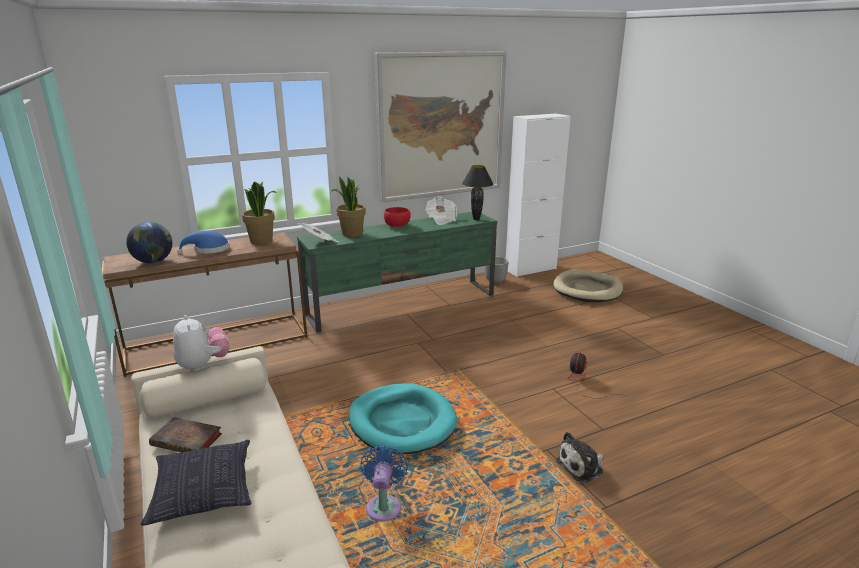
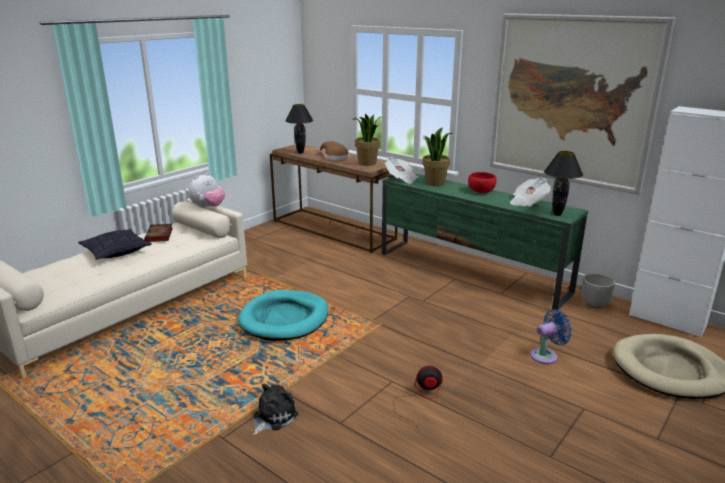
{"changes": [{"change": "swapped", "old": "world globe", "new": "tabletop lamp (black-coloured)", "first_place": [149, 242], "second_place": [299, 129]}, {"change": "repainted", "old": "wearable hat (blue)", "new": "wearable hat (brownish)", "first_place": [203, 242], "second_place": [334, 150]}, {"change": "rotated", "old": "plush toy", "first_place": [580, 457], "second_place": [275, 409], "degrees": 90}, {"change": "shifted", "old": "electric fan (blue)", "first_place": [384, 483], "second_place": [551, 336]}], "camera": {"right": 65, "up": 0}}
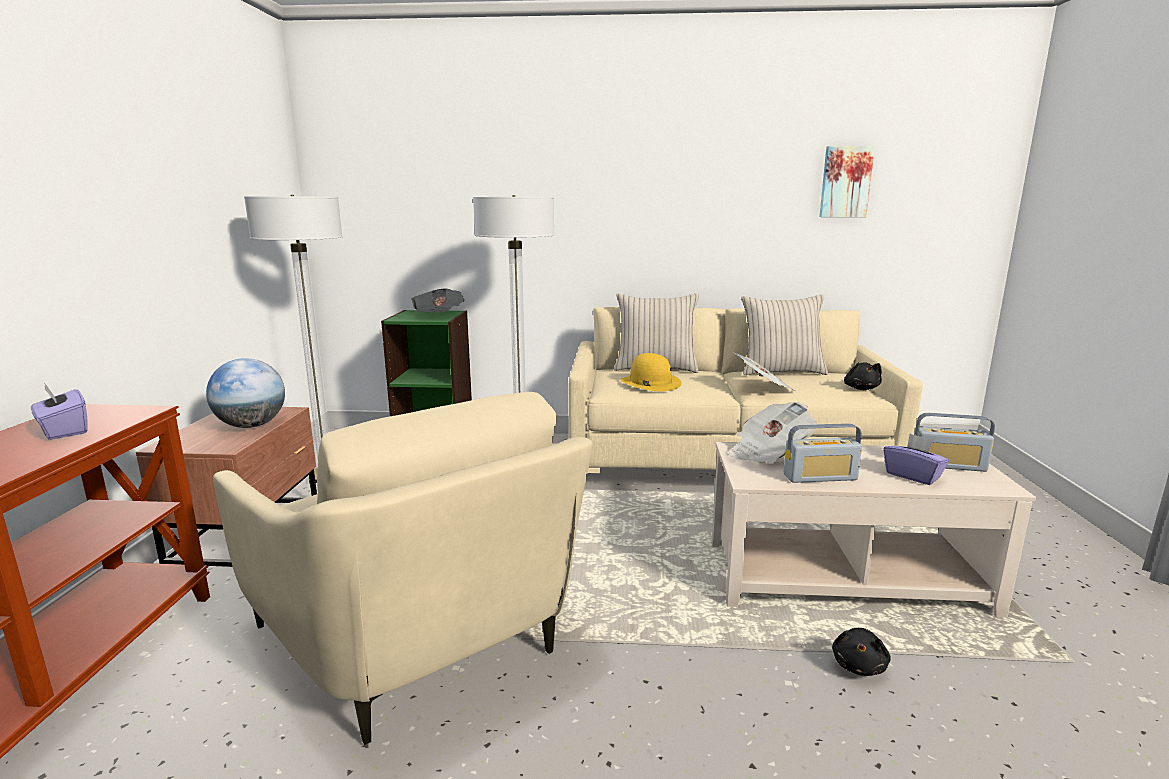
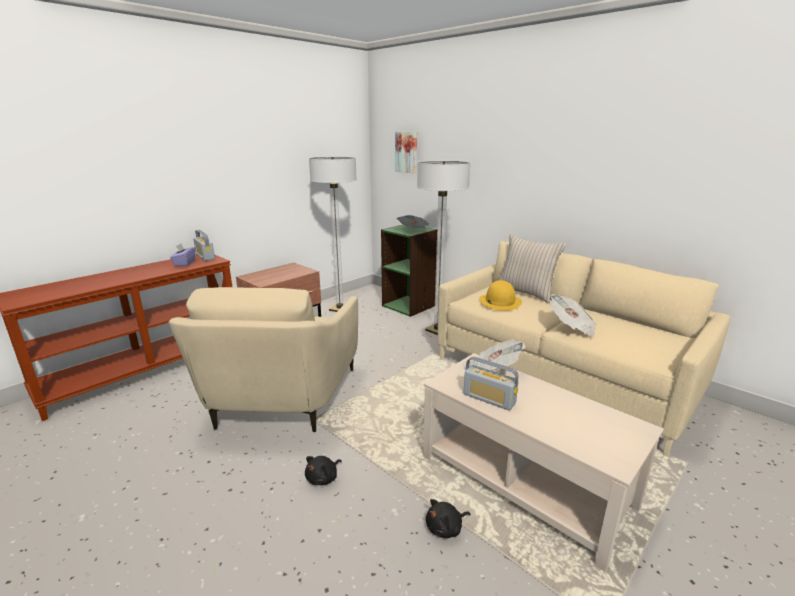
{"changes": [{"change": "shifted", "old": "picture", "first_place": [847, 181], "second_place": [406, 152]}, {"change": "gone", "old": "throw pillow (beige-coloured)", "first_place": [784, 334]}, {"change": "gone", "old": "world globe", "first_place": [245, 393]}, {"change": "shifted", "old": "plush toy (black-coloured)", "first_place": [863, 376], "second_place": [323, 470]}, {"change": "shifted", "old": "radio set", "first_place": [954, 442], "second_place": [204, 245]}, {"change": "gone", "old": "tissue box (purple-coloured)", "first_place": [916, 459]}], "camera": {"right": 40, "up": 5}}
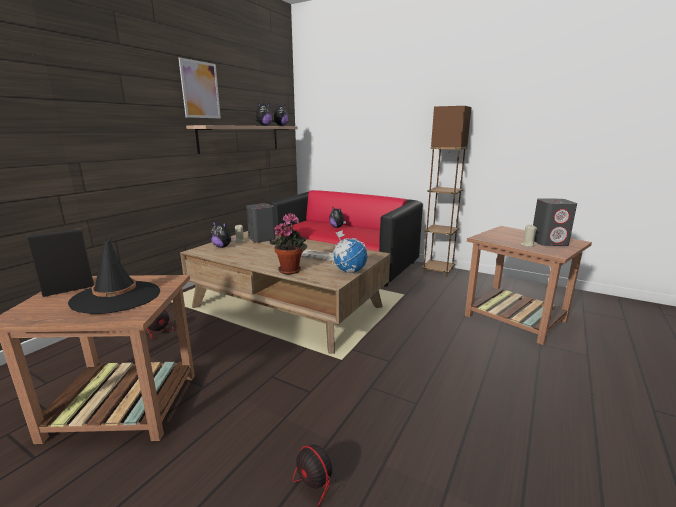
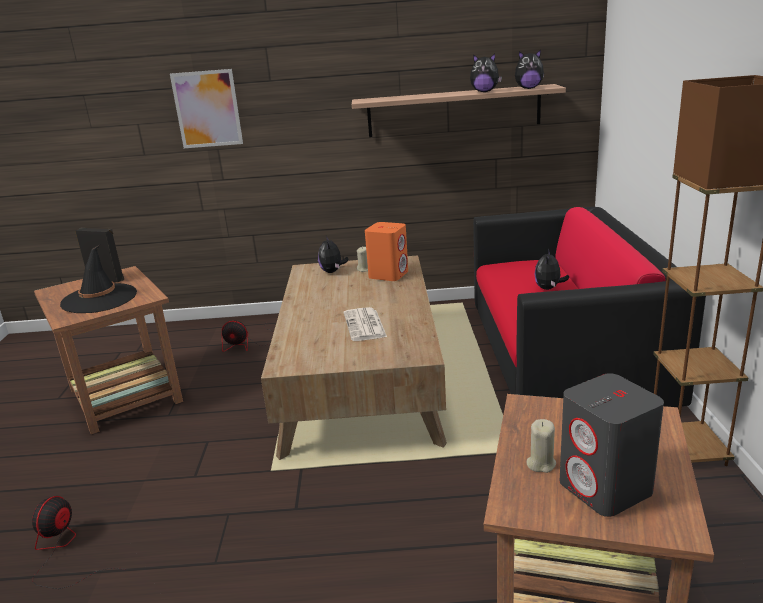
{"changes": [{"change": "shifted", "old": "picture", "first_place": [200, 87], "second_place": [206, 108]}, {"change": "repainted", "old": "speaker (greyish)", "new": "speaker (orange-coloured)", "first_place": [261, 223], "second_place": [386, 251]}, {"change": "gone", "old": "plant in a pot", "first_place": [288, 243]}, {"change": "gone", "old": "world globe", "first_place": [349, 251]}], "camera": {"right": 60, "up": 5}}
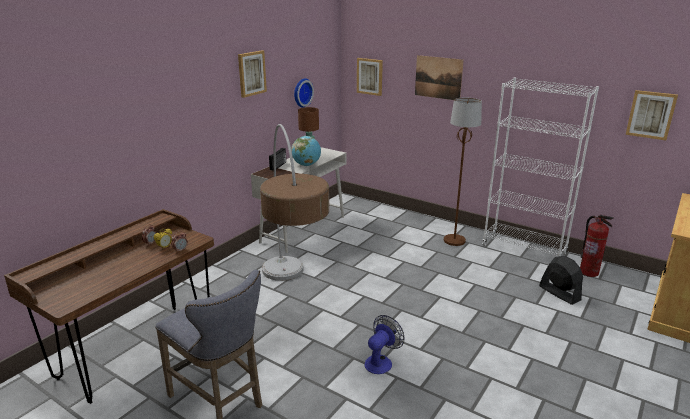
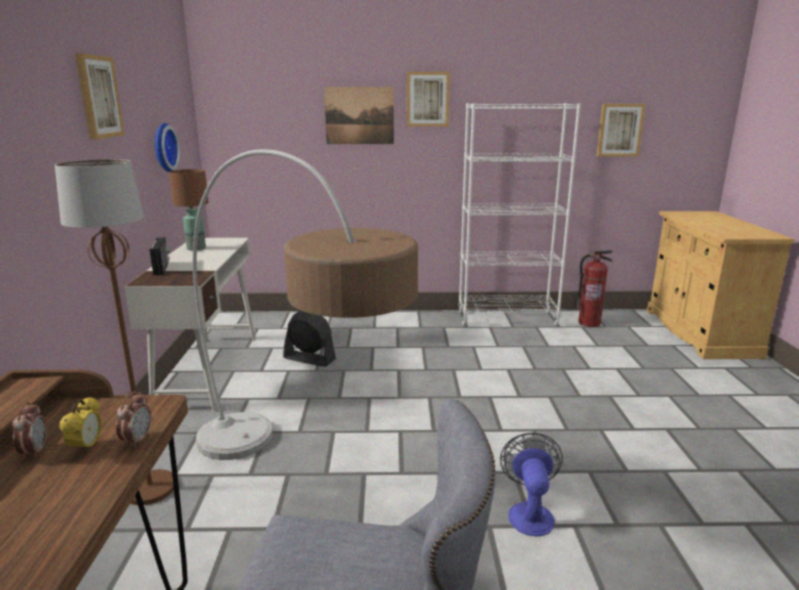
{"changes": [{"change": "shifted", "old": "picture", "first_place": [370, 77], "second_place": [428, 99]}, {"change": "shifted", "old": "floor lamp (brownish)", "first_place": [463, 172], "second_place": [114, 332]}, {"change": "gone", "old": "world globe", "first_place": [306, 151]}, {"change": "shifted", "old": "electric fan (black-coloured)", "first_place": [561, 280], "second_place": [309, 338]}], "camera": {"right": -35, "up": -5}}
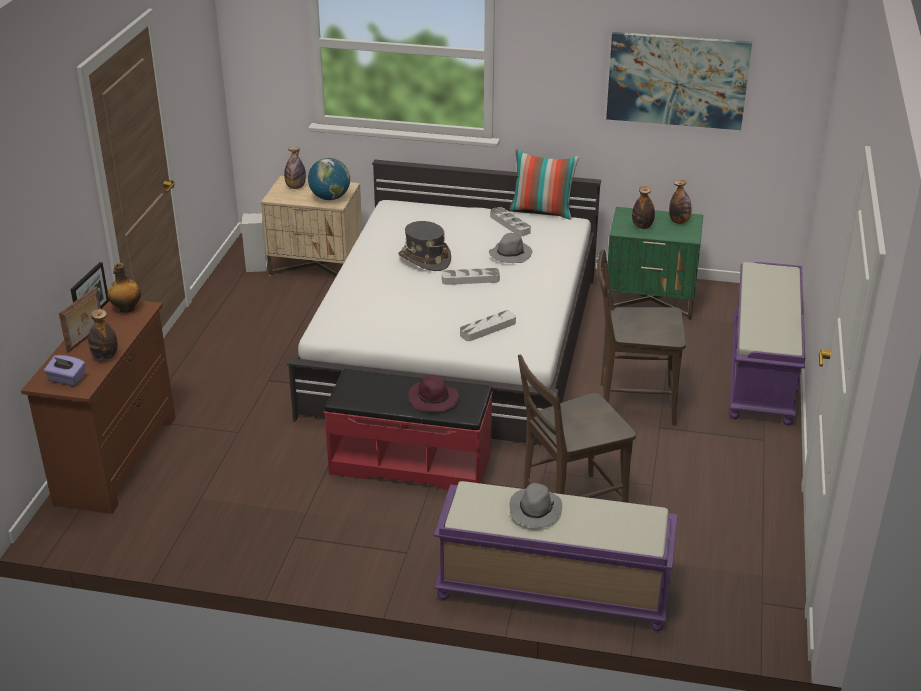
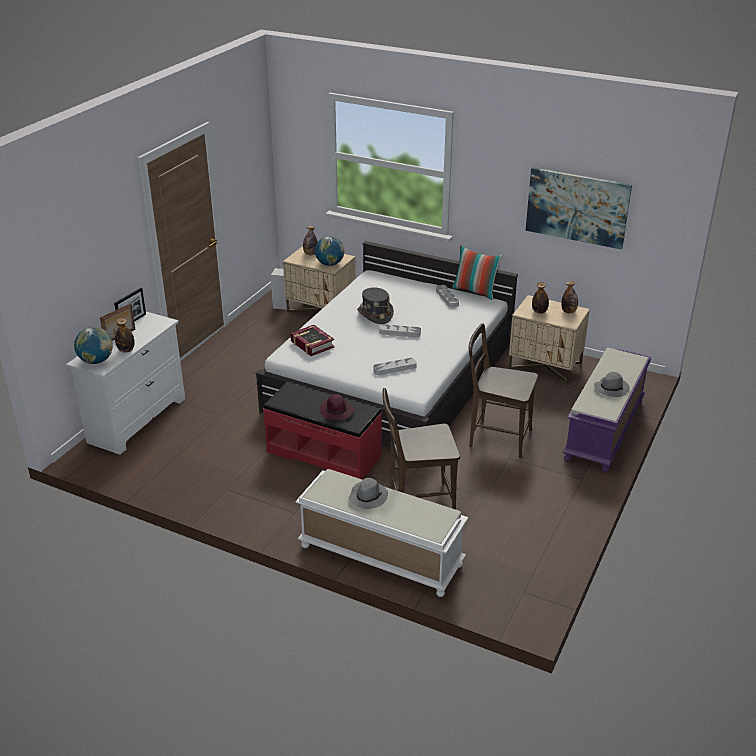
{"changes": [{"change": "repainted", "old": "night table (greenish)", "new": "night table (beige-coloured)", "first_place": [655, 263], "second_place": [549, 340]}, {"change": "shifted", "old": "wearable hat (greyish)", "first_place": [510, 248], "second_place": [612, 384]}, {"change": "gone", "old": "drink bottle", "first_place": [124, 287]}, {"change": "repainted", "old": "drawer chest (brownish)", "new": "drawer chest (whitish)", "first_place": [98, 407], "second_place": [125, 383]}, {"change": "swapped", "old": "tissue box (purple-coloured)", "new": "world globe", "first_place": [64, 370], "second_place": [93, 345]}, {"change": "repainted", "old": "bench (purple-coloured)", "new": "bench (whitish)", "first_place": [555, 556], "second_place": [382, 533]}, {"change": "new", "new": "volume", "second_place": [312, 340]}], "camera": {"right": 15, "up": 0}}
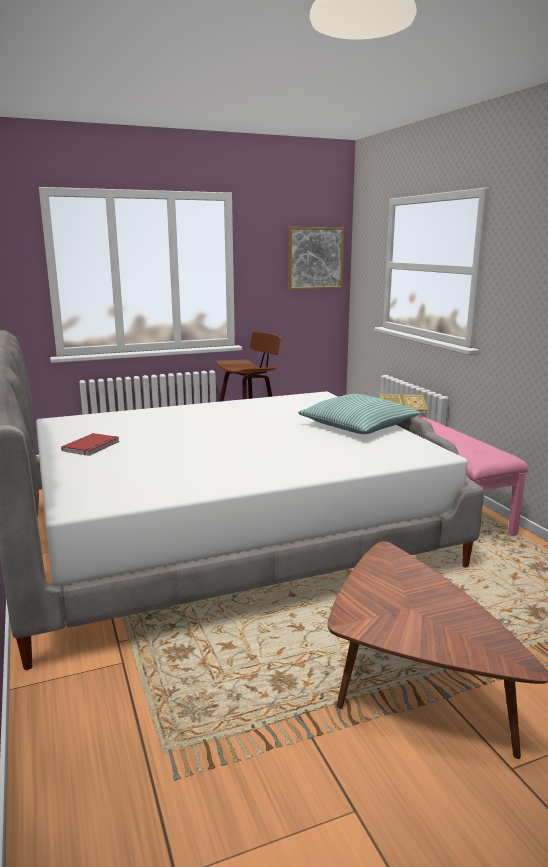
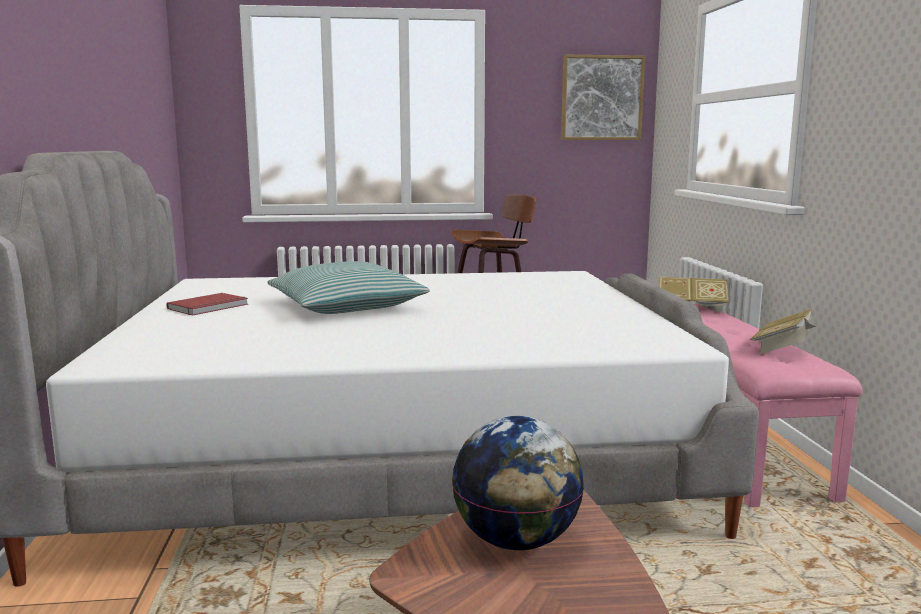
{"changes": [{"change": "shifted", "old": "throw pillow", "first_place": [359, 414], "second_place": [348, 287]}, {"change": "new", "new": "volume", "second_place": [783, 331]}, {"change": "new", "new": "world globe", "second_place": [518, 483]}], "camera": {"right": 15, "up": -5}}
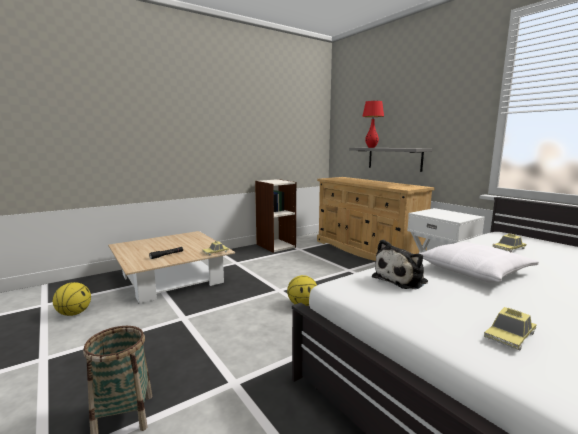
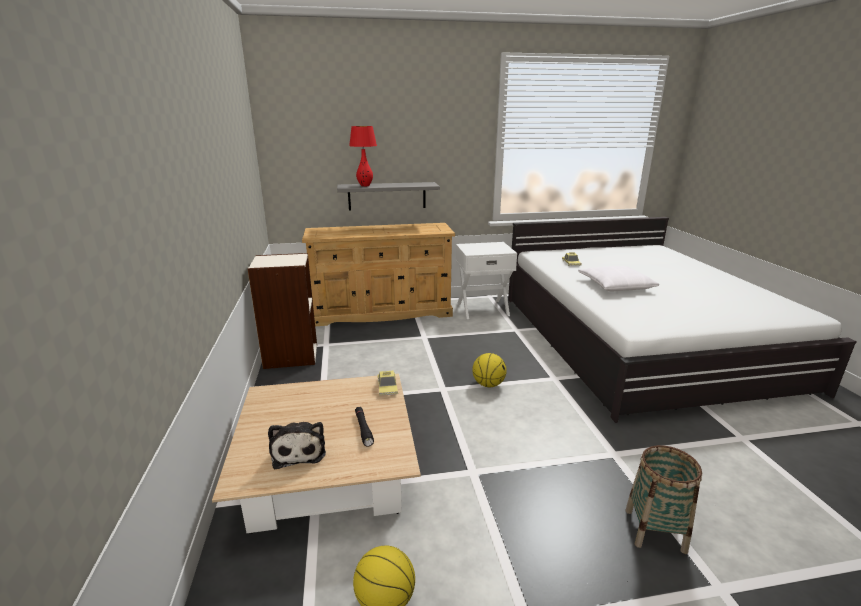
{"changes": [{"change": "shifted", "old": "plush toy", "first_place": [400, 264], "second_place": [297, 445]}, {"change": "gone", "old": "miniature car", "first_place": [510, 329]}], "camera": {"right": -65, "up": 10}}
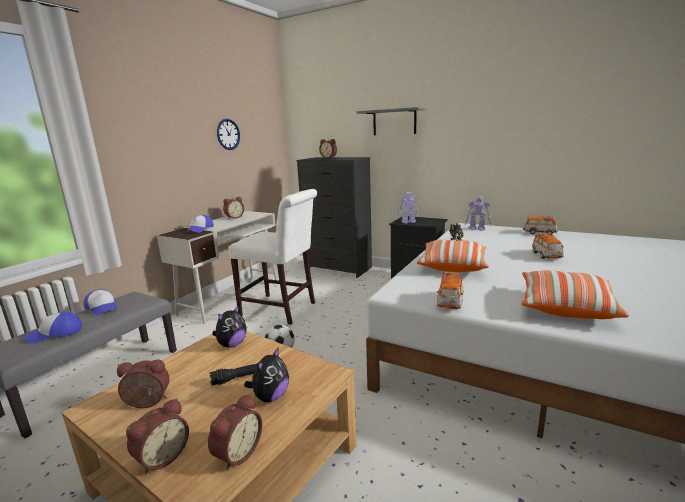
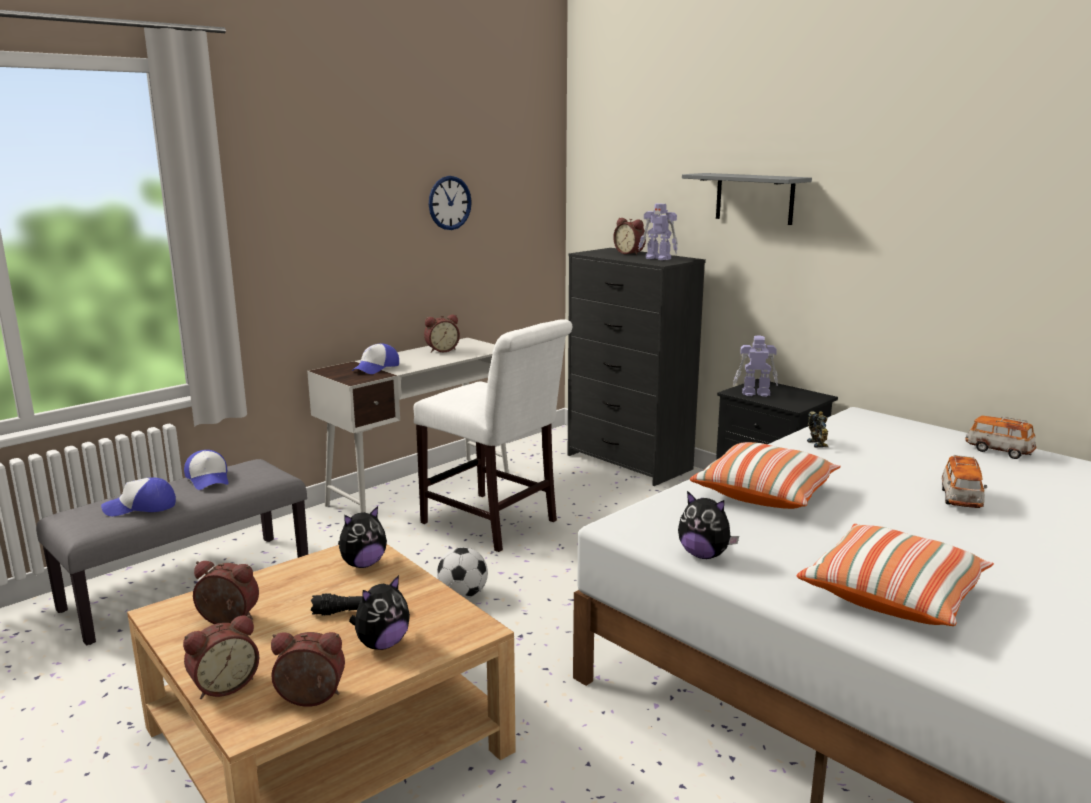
{"changes": [{"change": "shifted", "old": "toy robot", "first_place": [478, 214], "second_place": [658, 231]}, {"change": "swapped", "old": "miniature car", "new": "plush toy", "first_place": [450, 290], "second_place": [708, 525]}, {"change": "rotated", "old": "bedside clock", "first_place": [235, 432], "second_place": [308, 669], "degrees": -135}], "camera": {"right": 15, "up": 0}}
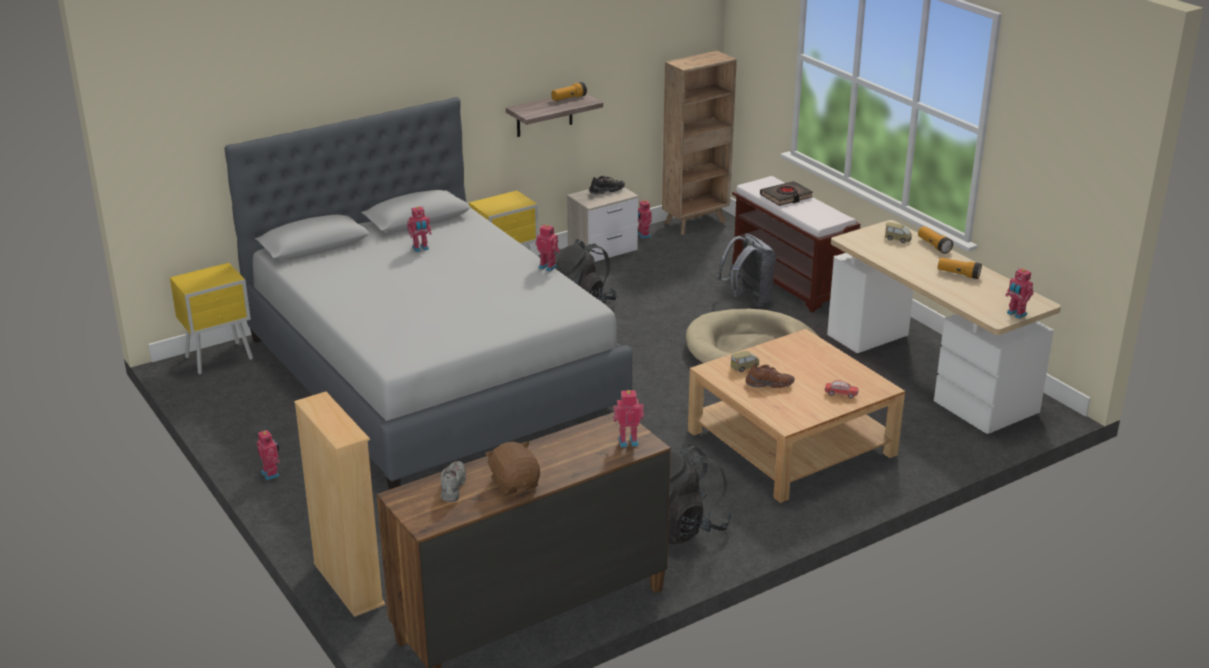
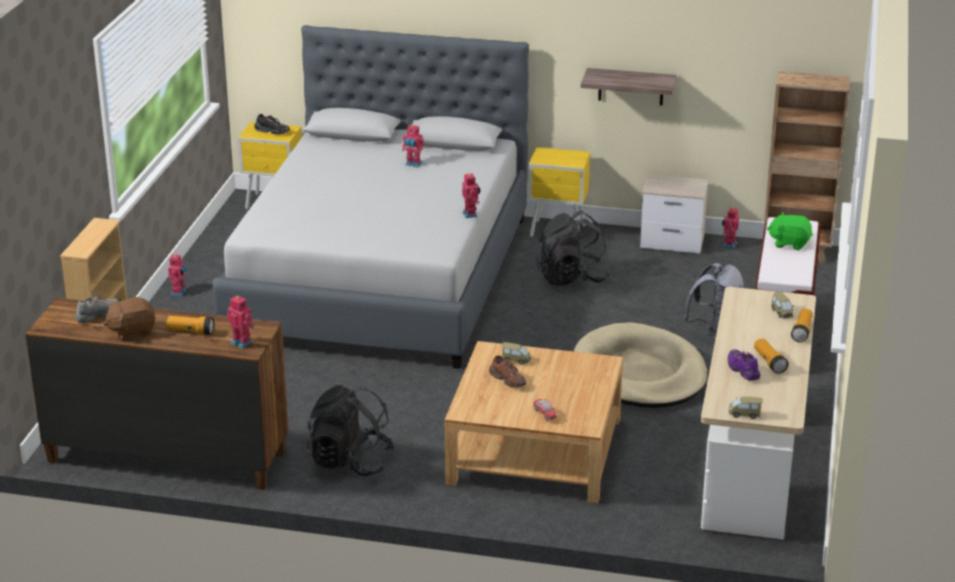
{"changes": [{"change": "shifted", "old": "torch", "first_place": [569, 91], "second_place": [190, 325]}, {"change": "shifted", "old": "shoe (black-coloured)", "first_place": [607, 185], "second_place": [272, 124]}, {"change": "swapped", "old": "volume (black-coloured)", "new": "plush toy (greenish)", "first_place": [786, 193], "second_place": [790, 231]}, {"change": "swapped", "old": "toy robot", "new": "miniature car", "first_place": [1019, 293], "second_place": [746, 407]}, {"change": "rotated", "old": "plush toy (brownish)", "first_place": [512, 468], "second_place": [129, 319], "degrees": -135}, {"change": "new", "new": "shoe (purple-coloured)", "second_place": [744, 365]}], "camera": {"right": 45, "up": 0}}
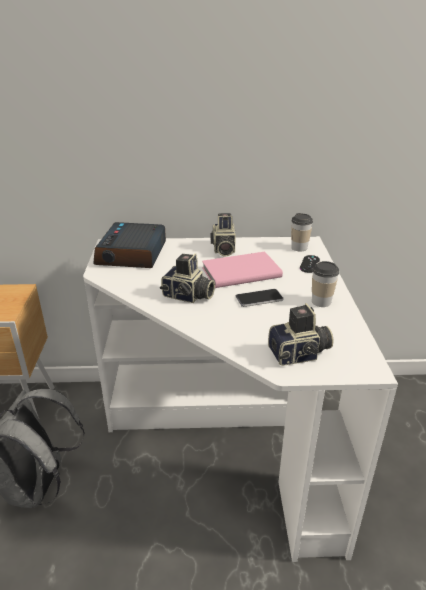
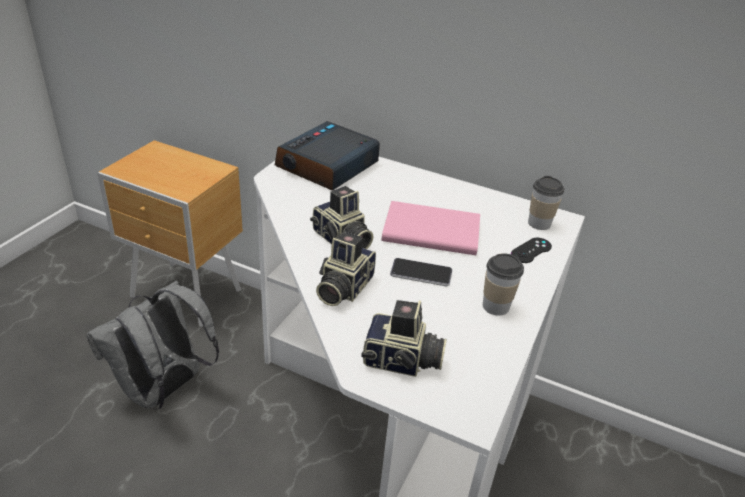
{"changes": [{"change": "shifted", "old": "still camera", "first_place": [223, 235], "second_place": [346, 268]}], "camera": {"right": 25, "up": 5}}
